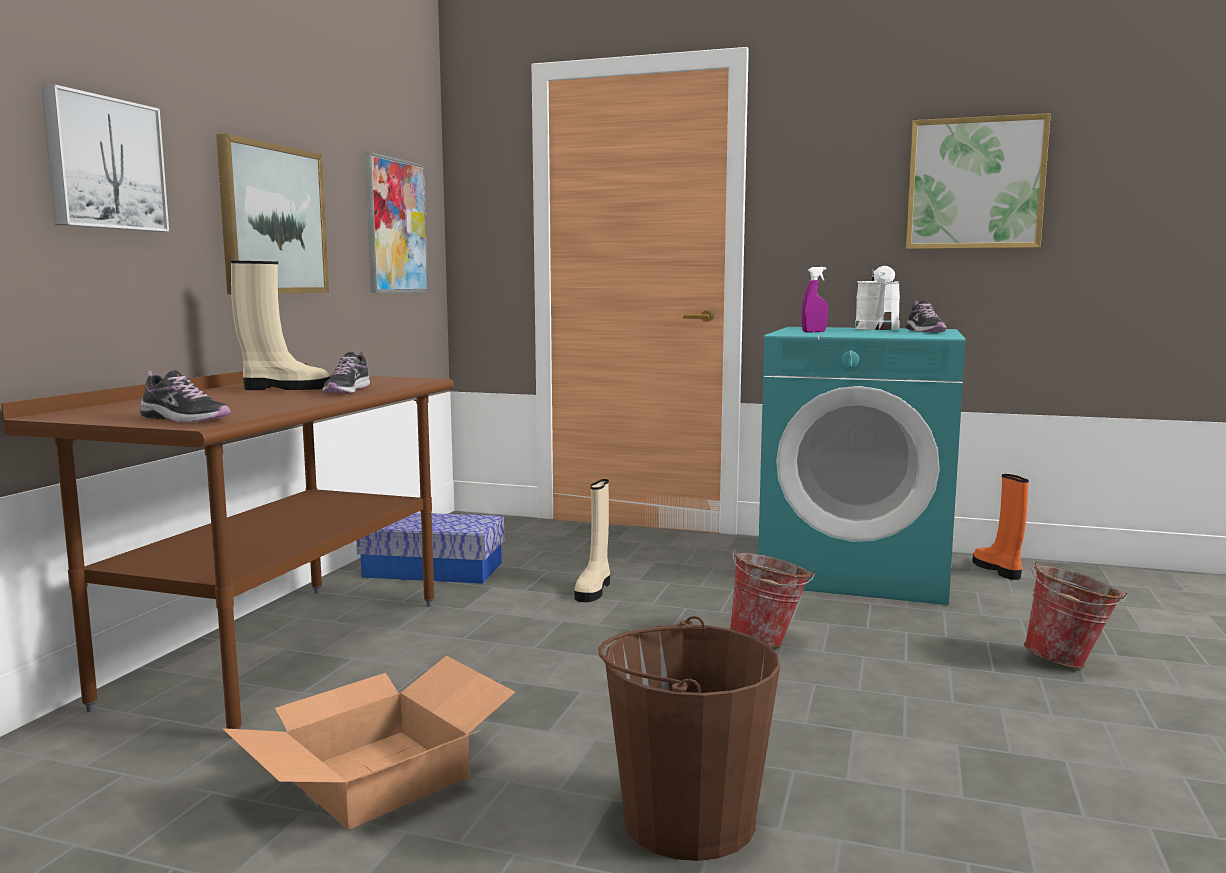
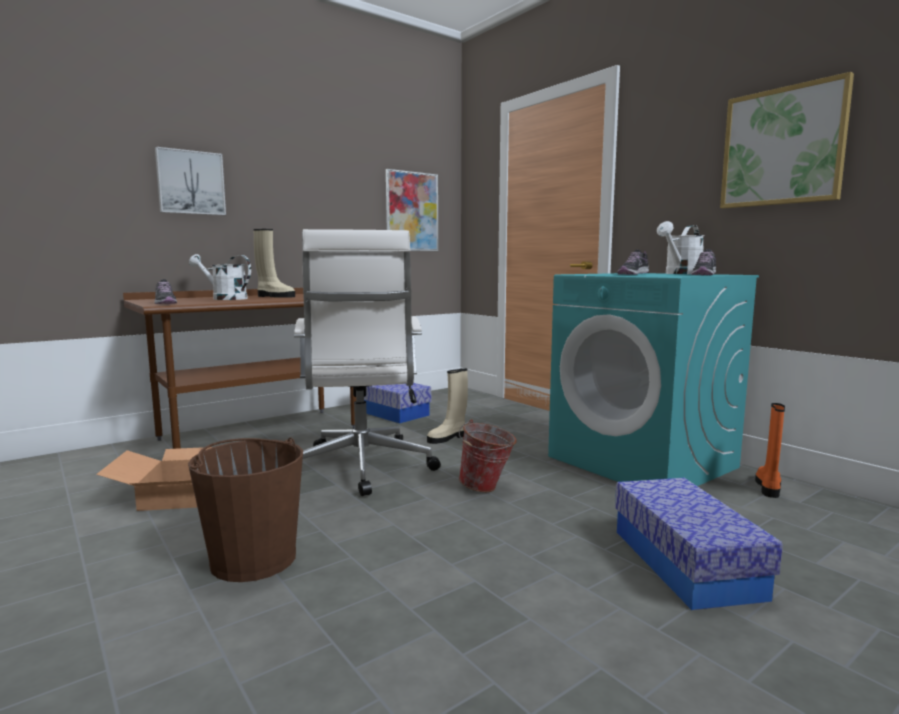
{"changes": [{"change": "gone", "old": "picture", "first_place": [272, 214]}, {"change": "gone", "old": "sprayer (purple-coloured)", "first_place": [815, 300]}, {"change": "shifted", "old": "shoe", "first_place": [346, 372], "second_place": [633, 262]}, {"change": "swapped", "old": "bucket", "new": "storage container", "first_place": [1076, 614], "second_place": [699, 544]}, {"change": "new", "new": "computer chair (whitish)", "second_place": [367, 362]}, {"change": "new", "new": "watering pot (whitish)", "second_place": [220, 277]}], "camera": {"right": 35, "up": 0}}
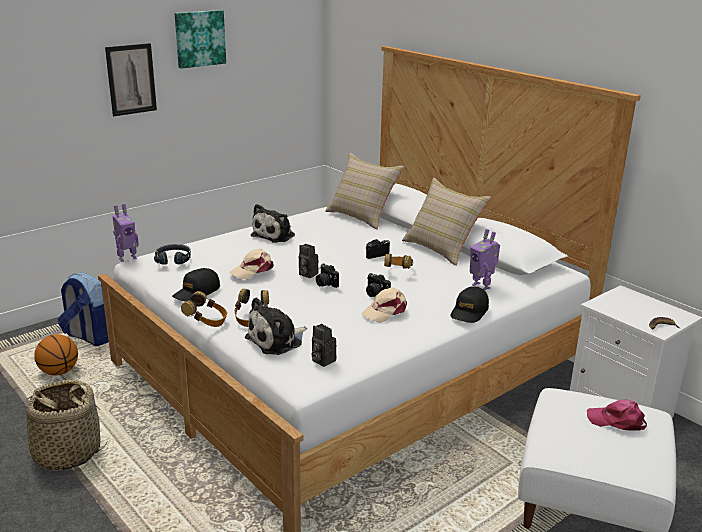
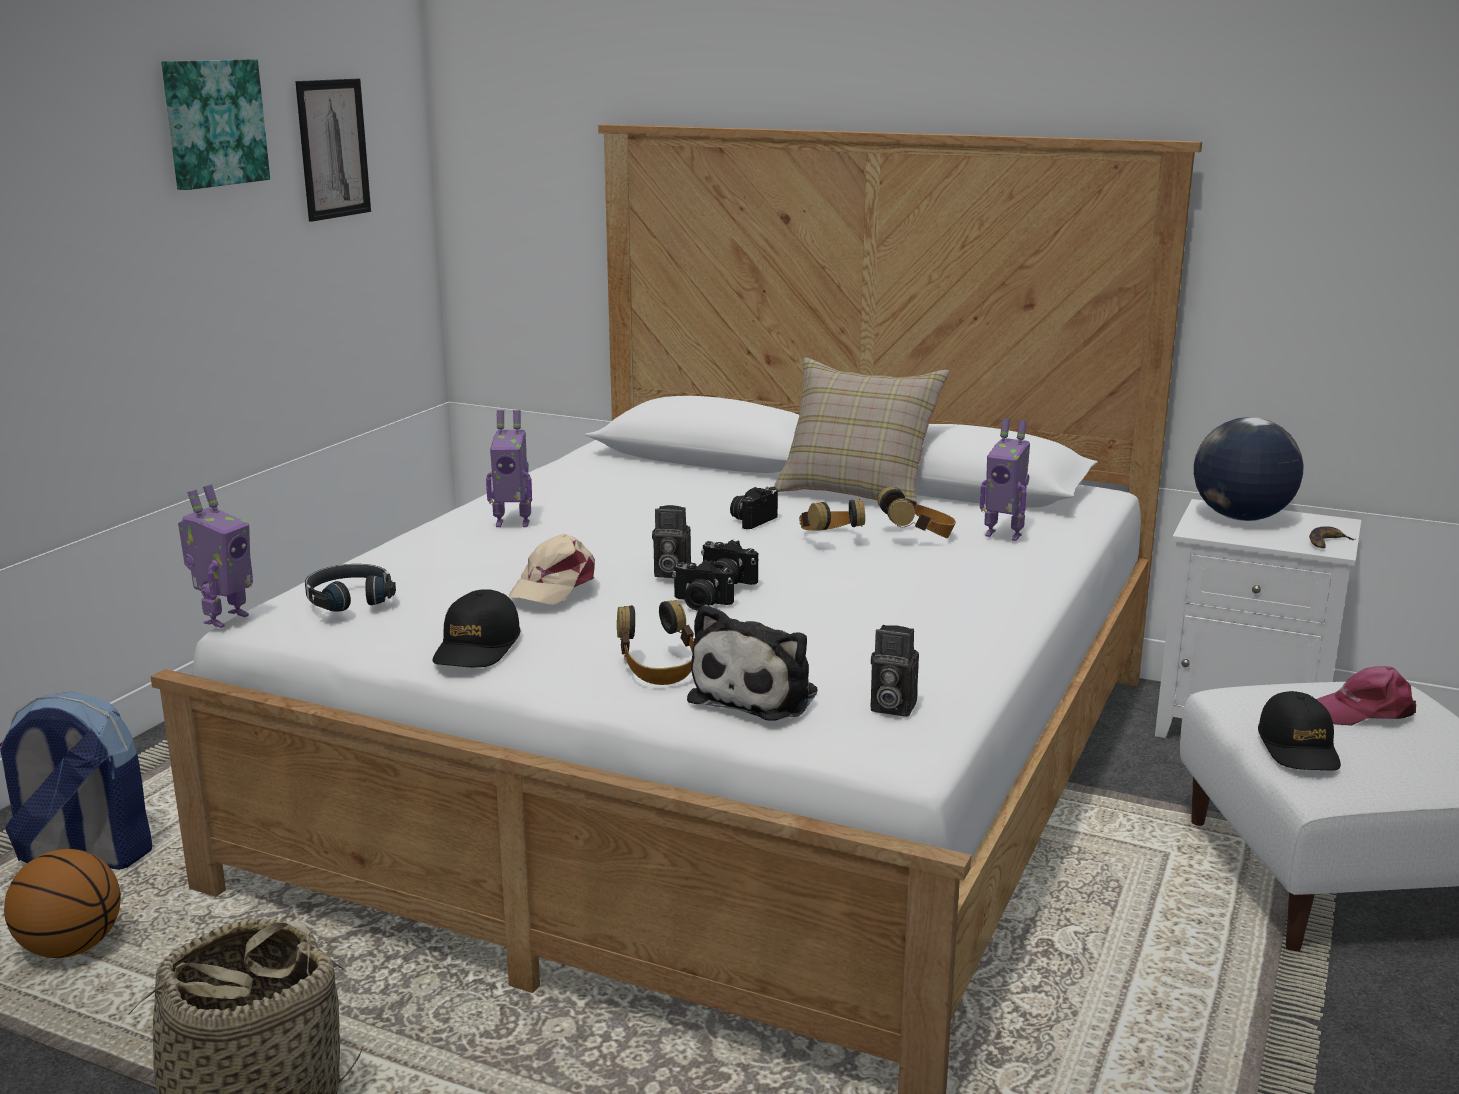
{"changes": [{"change": "shifted", "old": "picture", "first_place": [131, 79], "second_place": [333, 150]}, {"change": "gone", "old": "throw pillow (beige-coloured)", "first_place": [364, 191]}, {"change": "swapped", "old": "plush toy", "new": "toy robot", "first_place": [273, 223], "second_place": [509, 468]}, {"change": "shifted", "old": "still camera", "first_place": [378, 285], "second_place": [703, 585]}, {"change": "shifted", "old": "peaked cap (black-coloured)", "first_place": [470, 304], "second_place": [1299, 730]}, {"change": "gone", "old": "peaked cap (beige-coloured)", "first_place": [384, 305]}, {"change": "shifted", "old": "pair of headphones", "first_place": [204, 309], "second_place": [917, 512]}, {"change": "new", "new": "world globe", "second_place": [1248, 469]}], "camera": {"right": -25, "up": -5}}
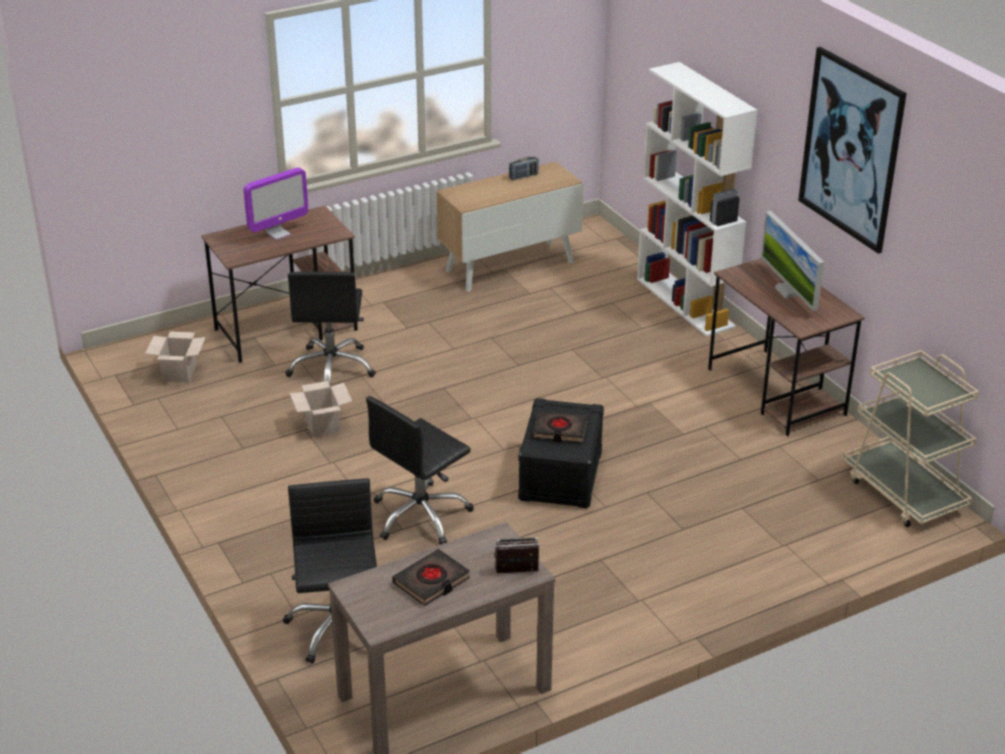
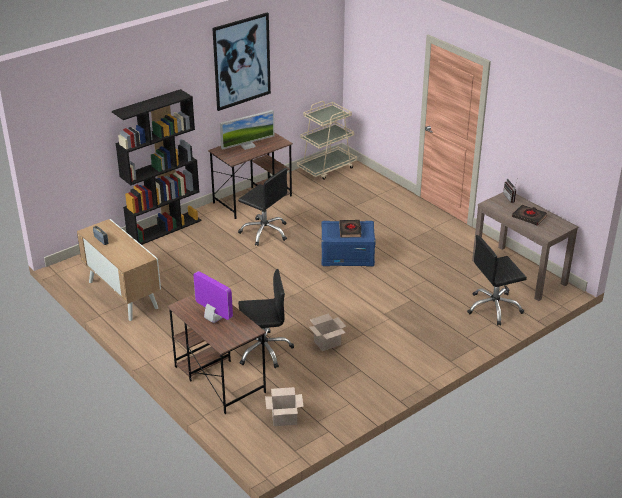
{"changes": [{"change": "repainted", "old": "bookcase (whitish)", "new": "bookcase (black-coloured)", "first_place": [697, 199], "second_place": [156, 167]}, {"change": "shifted", "old": "computer chair (black-coloured)", "first_place": [420, 470], "second_place": [262, 207]}, {"change": "repainted", "old": "storage container (black-coloured)", "new": "storage container (blue)", "first_place": [561, 453], "second_place": [348, 243]}], "camera": {"right": -100, "up": 0}}
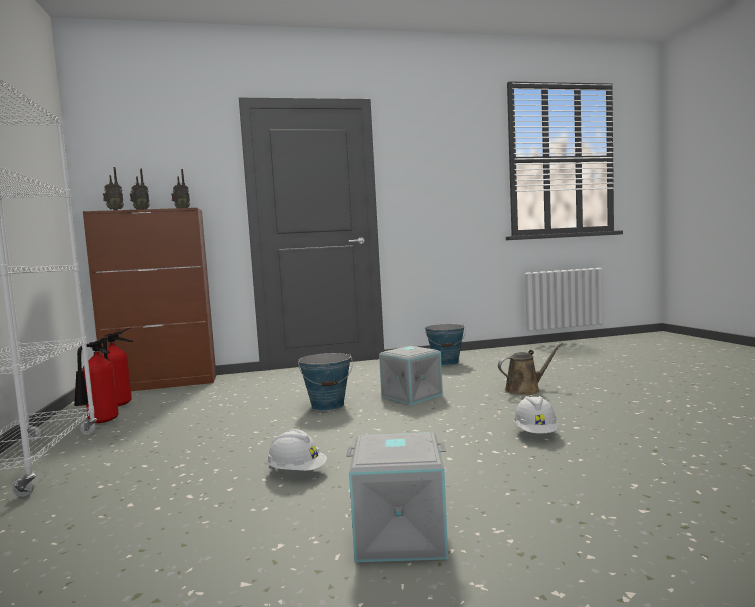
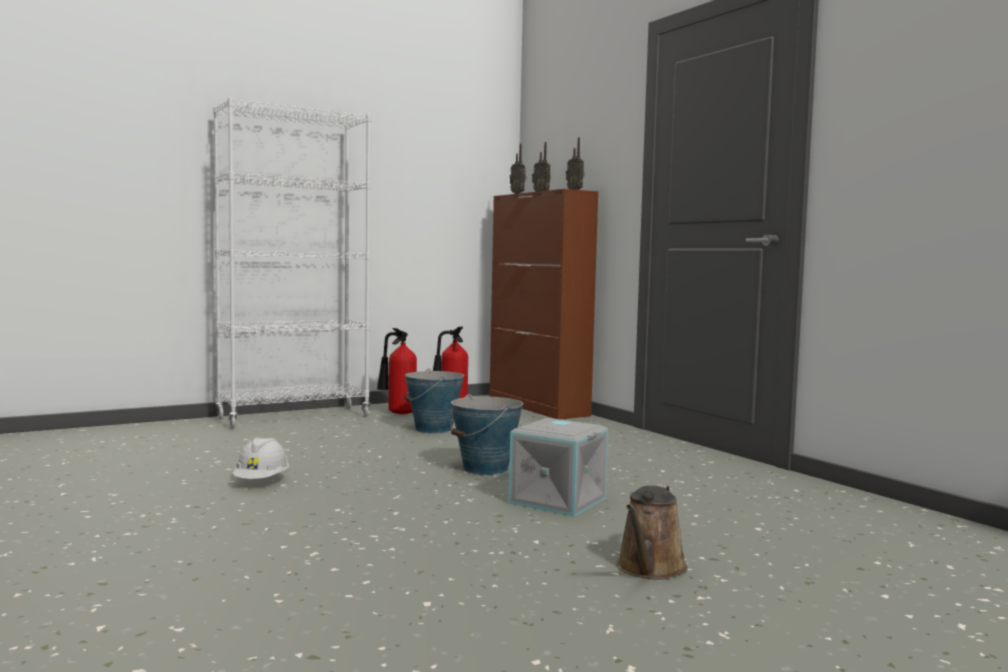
{"changes": [{"change": "shifted", "old": "bucket", "first_place": [445, 345], "second_place": [434, 401]}, {"change": "rotated", "old": "watering pot (brownish)", "first_place": [530, 369], "second_place": [652, 531], "degrees": 60}, {"change": "gone", "old": "safety helmet (whitish)", "first_place": [536, 414]}, {"change": "gone", "old": "storage container (greyish)", "first_place": [397, 497]}], "camera": {"right": 70, "up": 0}}
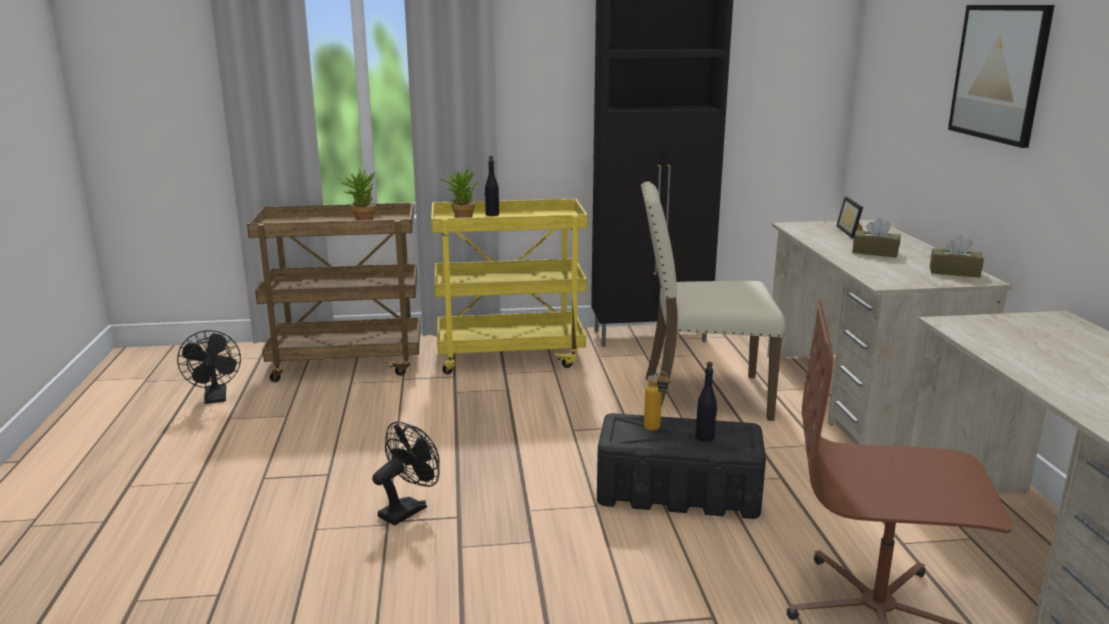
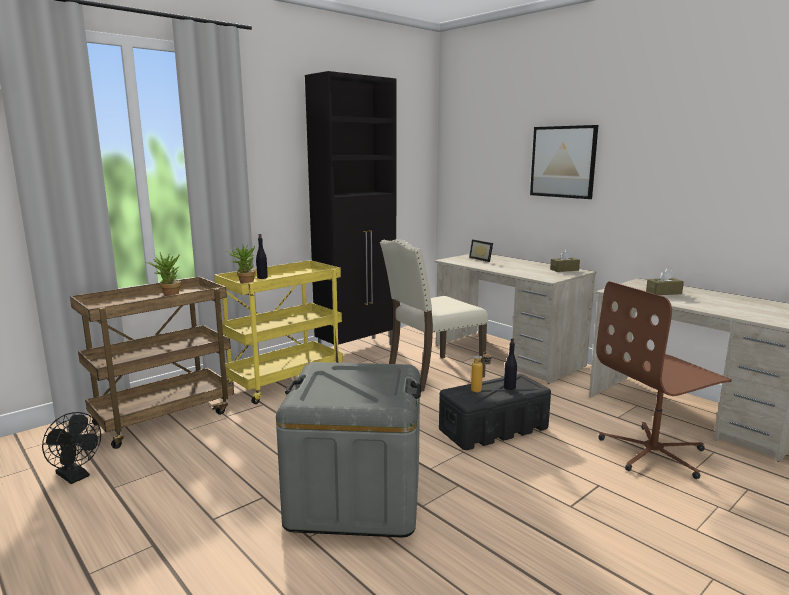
{"changes": [{"change": "shifted", "old": "tissue box (brownish)", "first_place": [876, 238], "second_place": [665, 281]}, {"change": "swapped", "old": "electric fan (black-coloured)", "new": "storage container (greyish)", "first_place": [406, 474], "second_place": [348, 450]}], "camera": {"right": -35, "up": -5}}
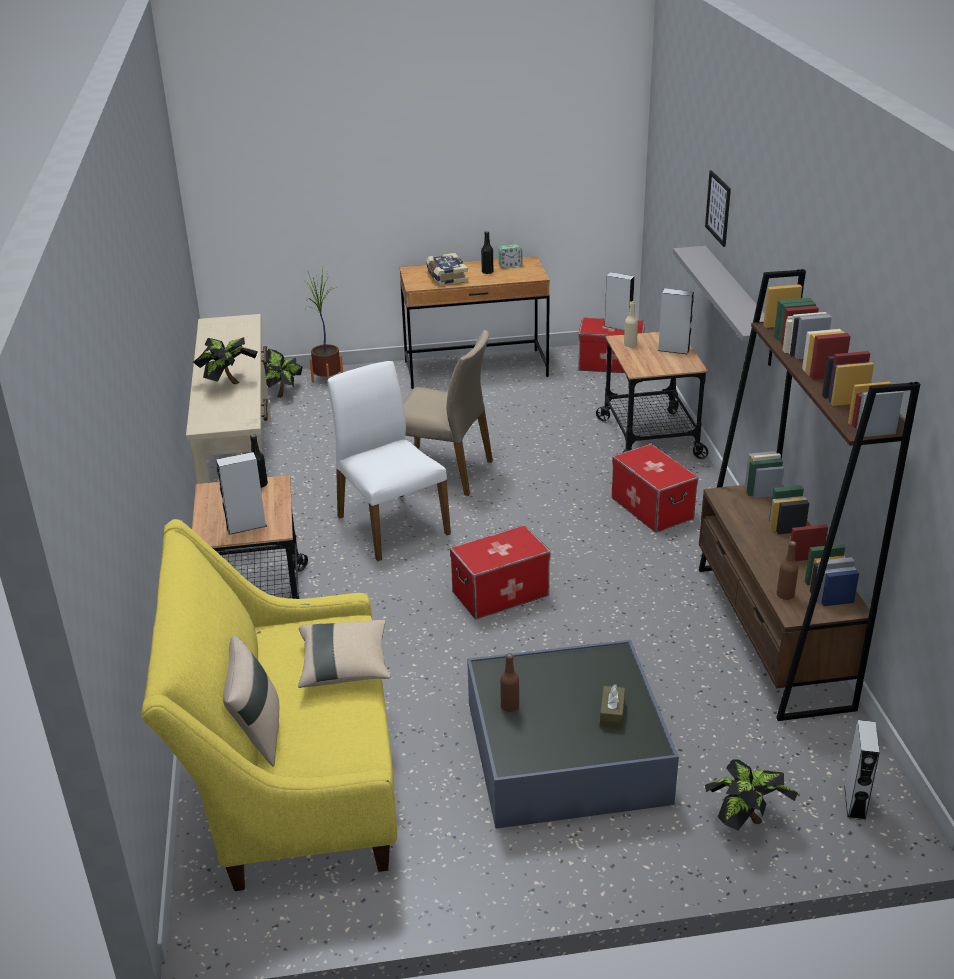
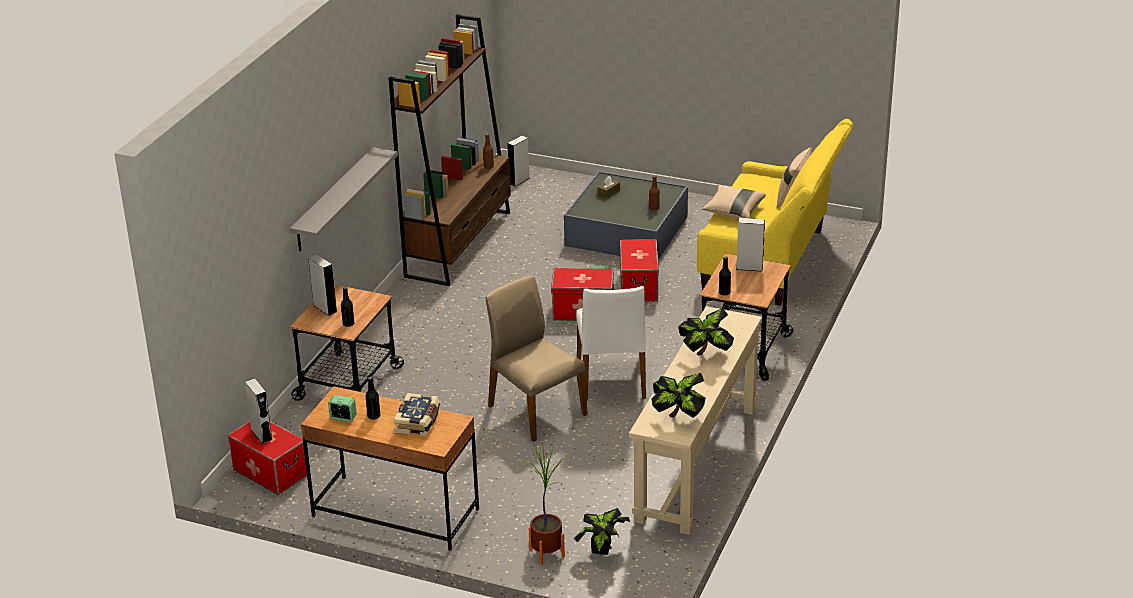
{"changes": [{"change": "gone", "old": "picture", "first_place": [718, 208]}, {"change": "repainted", "old": "drink bottle (beige-coloured)", "new": "drink bottle (black-coloured)", "first_place": [631, 324], "second_place": [347, 307]}, {"change": "shifted", "old": "storage container", "first_place": [655, 488], "second_place": [639, 270]}, {"change": "shifted", "old": "plant in a pot", "first_place": [751, 795], "second_place": [678, 395]}], "camera": {"right": -150, "up": 0}}
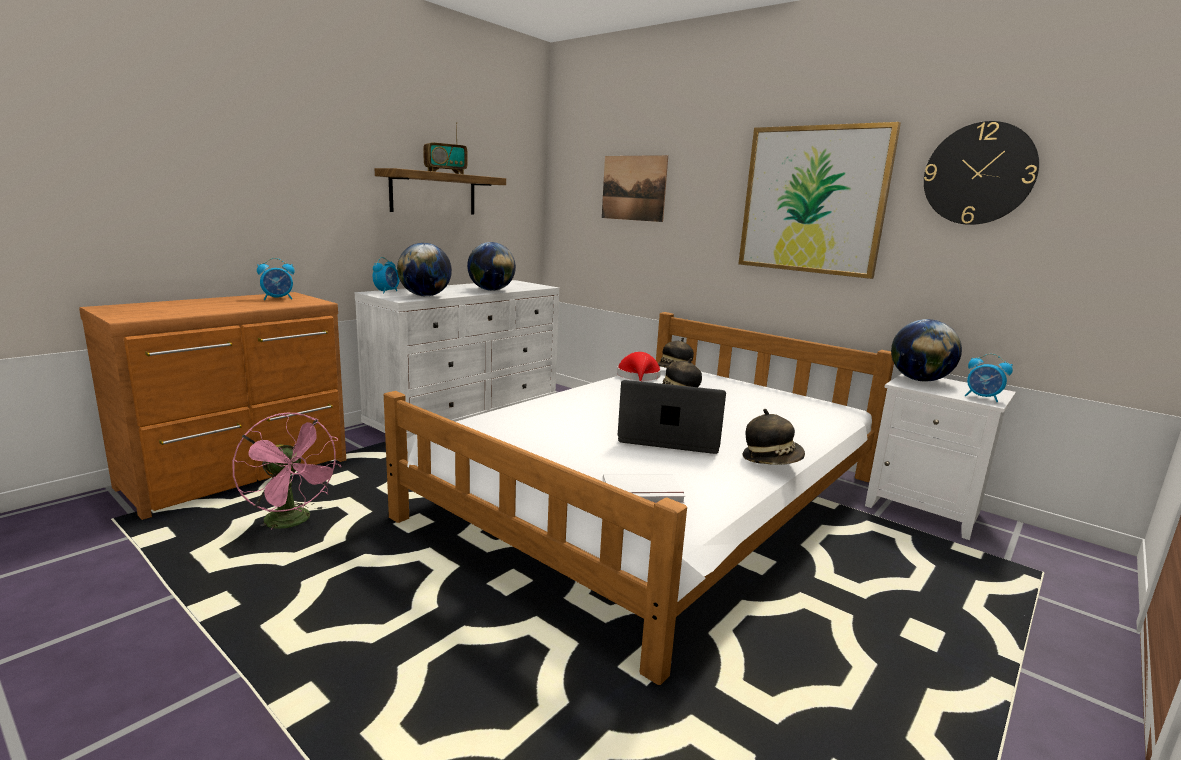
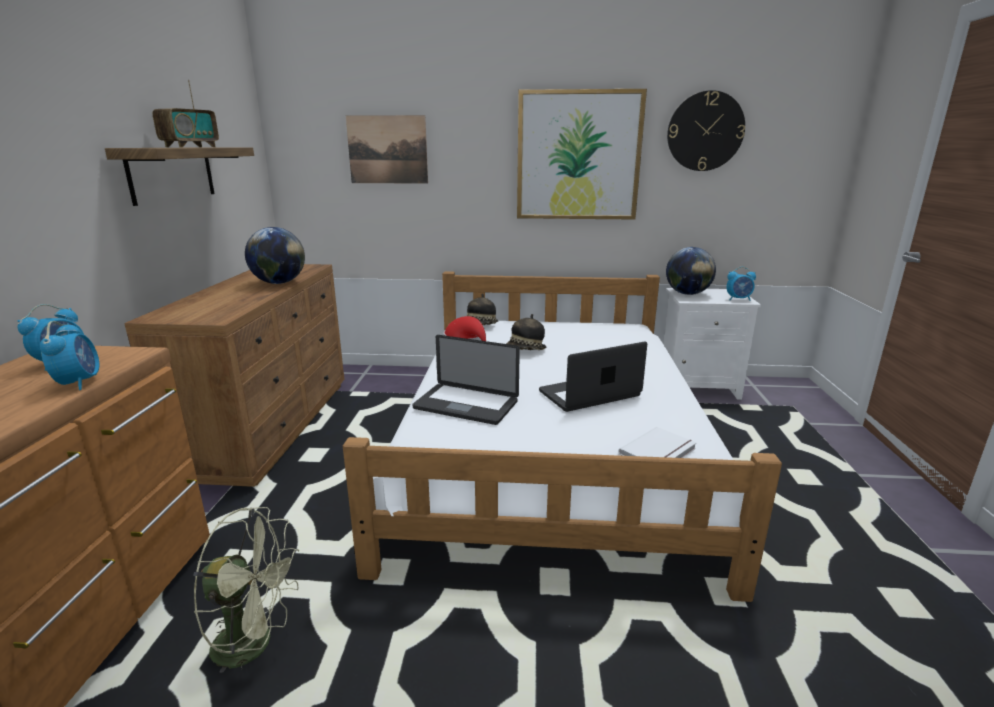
{"changes": [{"change": "gone", "old": "world globe", "first_place": [424, 269]}, {"change": "shifted", "old": "bedside clock", "first_place": [386, 275], "second_place": [69, 355]}, {"change": "repainted", "old": "drawer chest (whitish)", "new": "drawer chest (brownish)", "first_place": [457, 359], "second_place": [234, 375]}, {"change": "gone", "old": "wearable hat", "first_place": [774, 437]}, {"change": "repainted", "old": "electric fan (pinkish)", "new": "electric fan (greenish)", "first_place": [287, 471], "second_place": [246, 590]}, {"change": "new", "new": "portable computer", "second_place": [466, 380]}], "camera": {"right": -35, "up": 5}}
